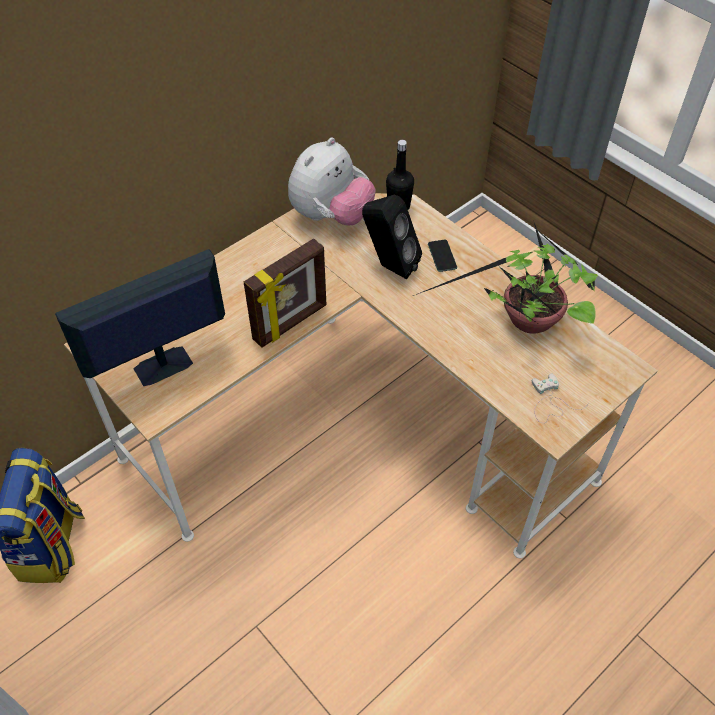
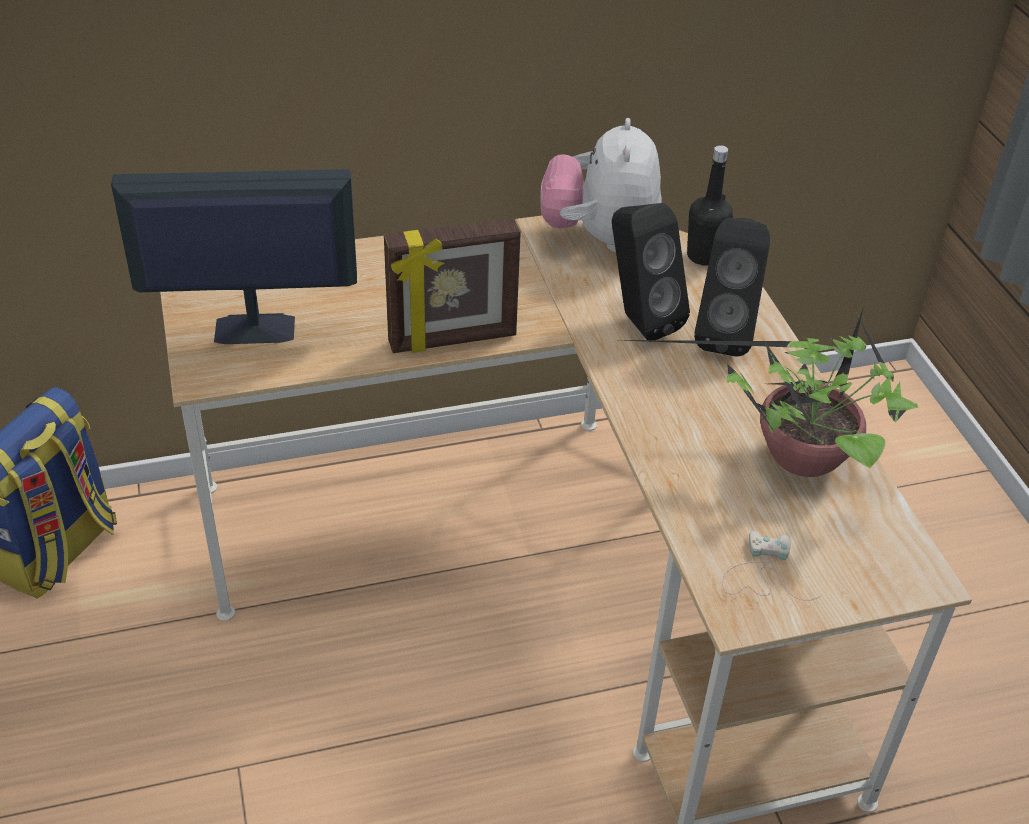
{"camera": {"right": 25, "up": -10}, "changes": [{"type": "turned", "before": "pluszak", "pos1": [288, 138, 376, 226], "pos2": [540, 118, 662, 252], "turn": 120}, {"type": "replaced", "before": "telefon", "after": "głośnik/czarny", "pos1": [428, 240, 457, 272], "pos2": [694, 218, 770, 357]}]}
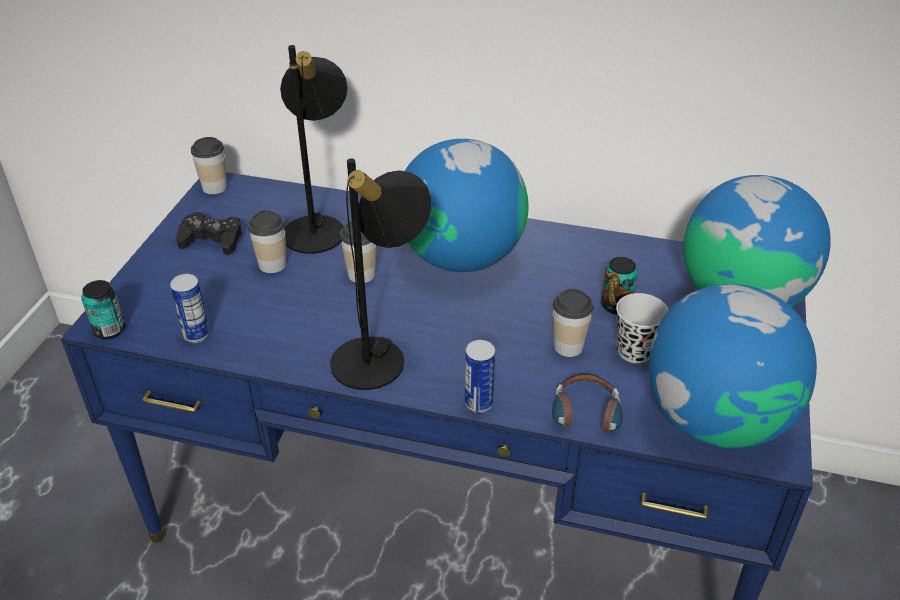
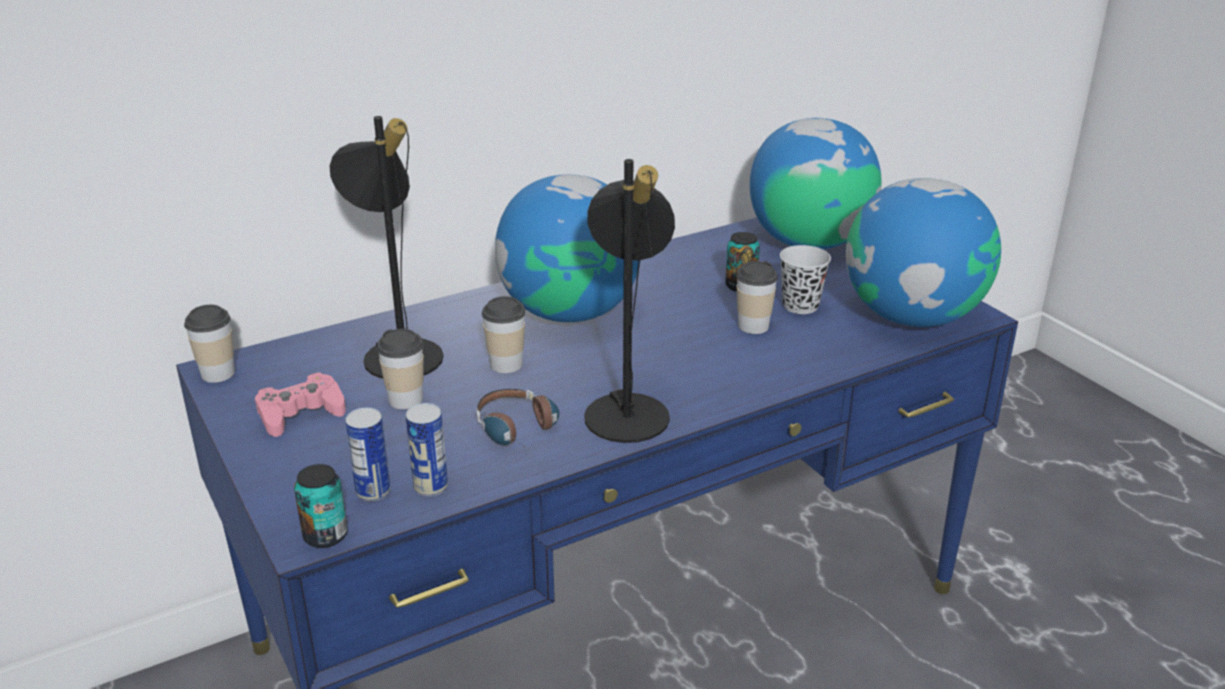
{"camera": {"right": -45, "up": -10}, "changes": [{"type": "recoloured", "before": "pad do gier/czarny", "after": "pad do gier/różowy", "pos1": [176, 212, 242, 255], "pos2": [255, 372, 346, 437]}, {"type": "moved", "before": "puszka", "pos1": [465, 340, 495, 413], "pos2": [345, 408, 390, 502]}, {"type": "moved", "before": "słuchawki", "pos1": [552, 374, 623, 448], "pos2": [477, 389, 559, 452]}]}
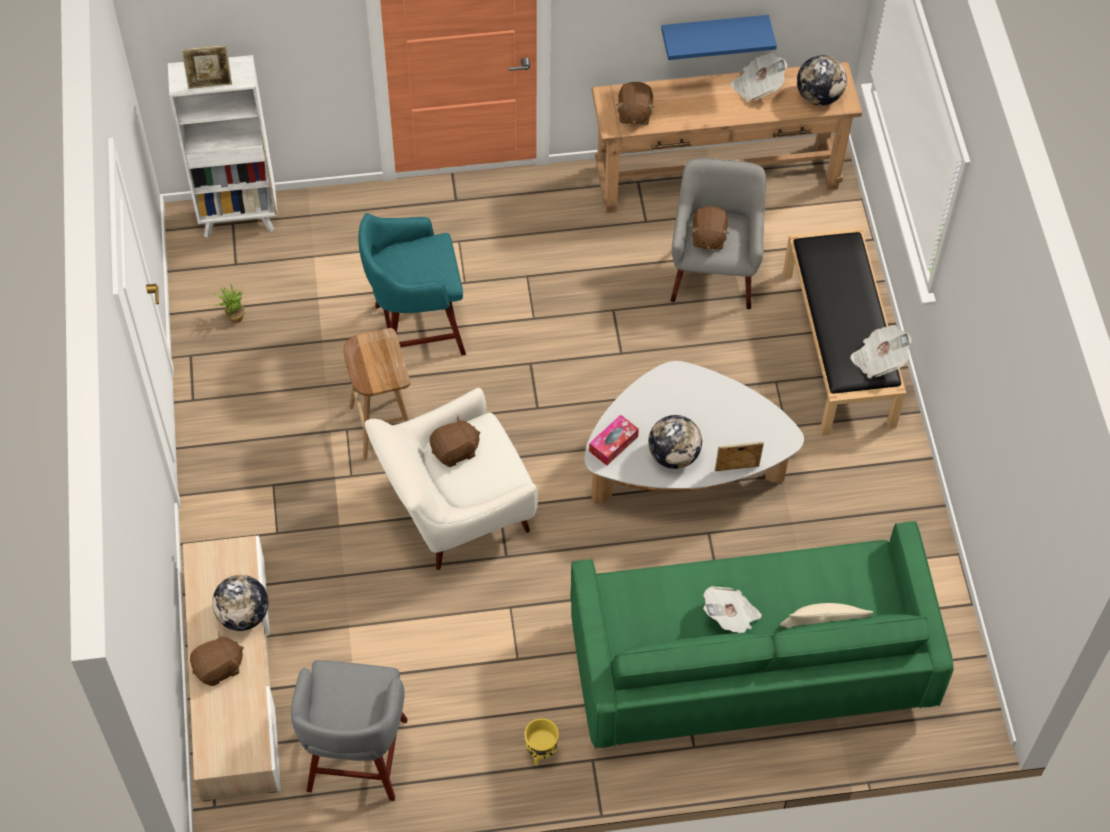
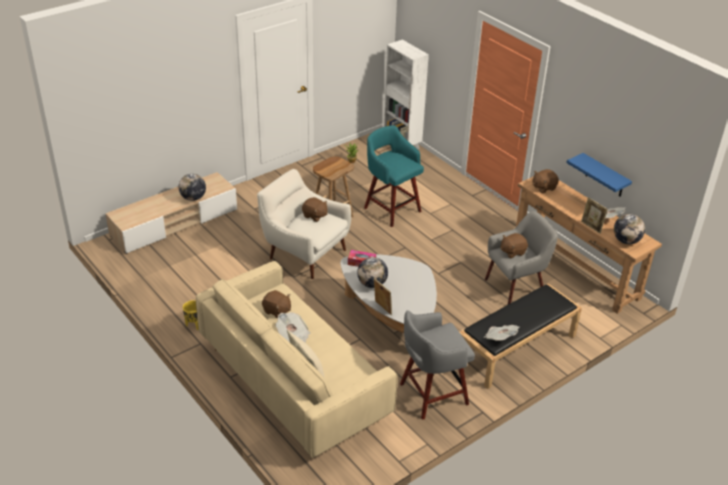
{"camera": {"right": 60, "up": -20}, "changes": [{"type": "moved", "before": "ramka na zdjęcie", "pos1": [182, 45, 232, 89], "pos2": [581, 197, 608, 234]}, {"type": "moved", "before": "pluszak/brązowy", "pos1": [190, 632, 244, 686], "pos2": [262, 290, 291, 318]}, {"type": "moved", "before": "stołek/szary", "pos1": [291, 660, 408, 801], "pos2": [400, 310, 475, 420]}, {"type": "recoloured", "before": "kanapa/zielony", "after": "kanapa/beżowy", "pos1": [571, 521, 954, 749], "pos2": [196, 261, 398, 458]}]}
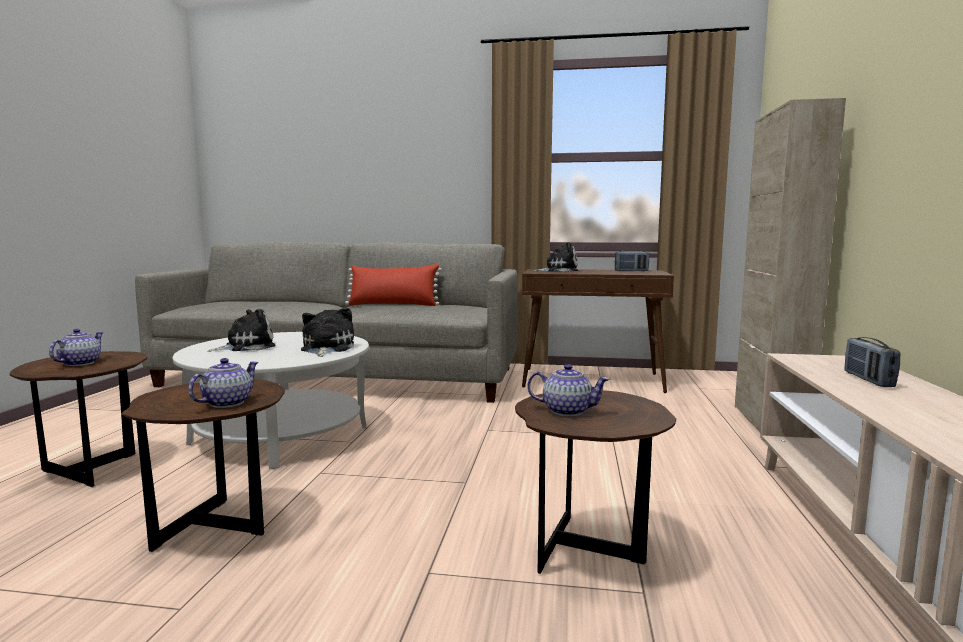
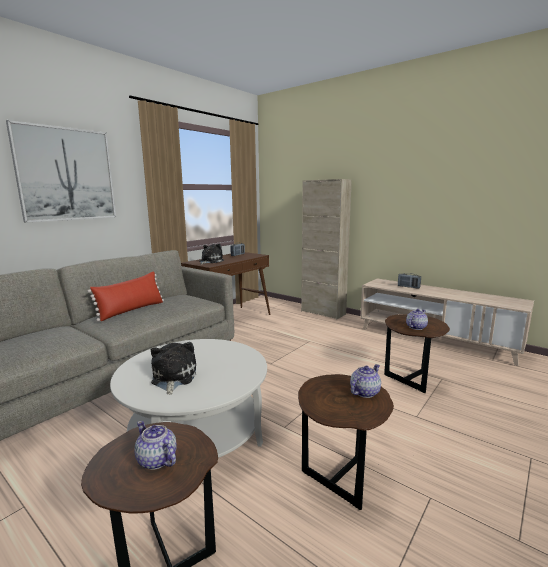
{"camera": {"right": -60, "up": 5}, "changes": [{"type": "turned", "before": "imbryk", "pos1": [188, 358, 259, 408], "pos2": [350, 364, 381, 398], "turn": 75}, {"type": "removed", "before": "pluszak", "pos1": [301, 308, 354, 357]}, {"type": "added", "after": "obraz", "pos2": [6, 120, 116, 223]}]}
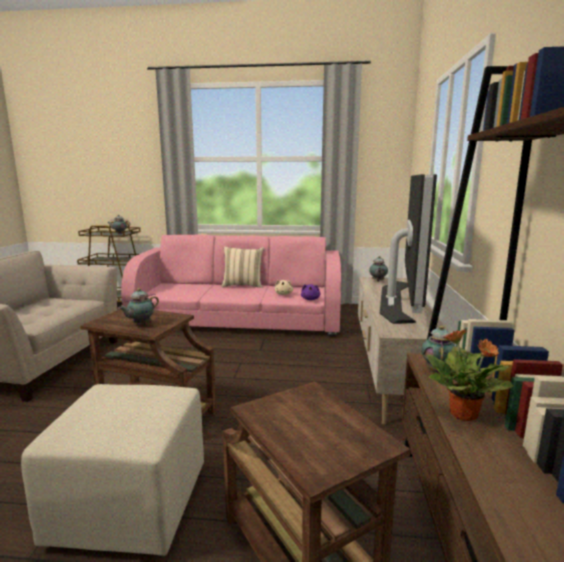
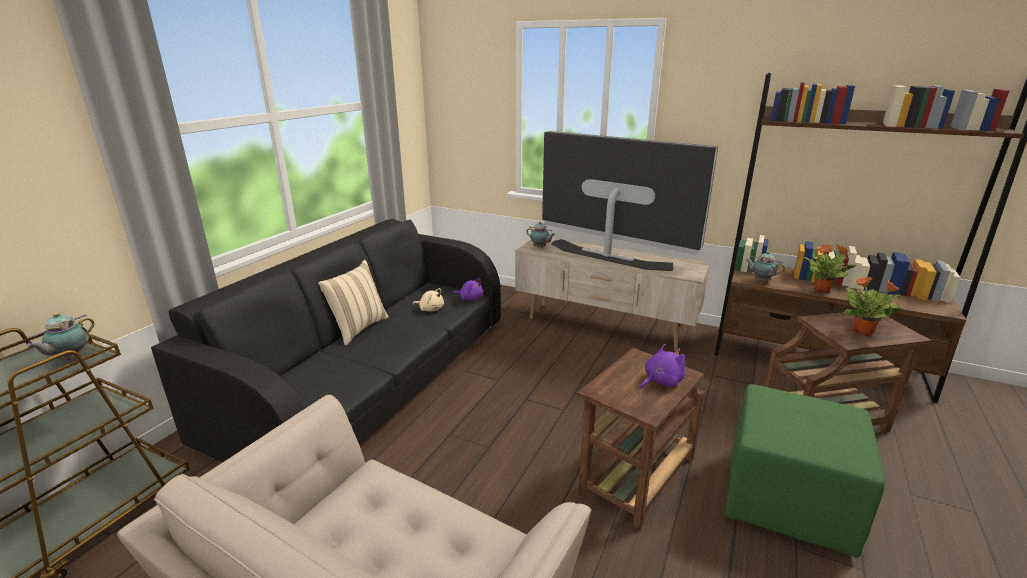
{"camera": {"right": -70, "up": 10}, "changes": [{"type": "recoloured", "before": "pufa/beżowy", "after": "pufa/zielony", "pos1": [21, 384, 204, 556], "pos2": [725, 384, 885, 558]}, {"type": "replaced", "before": "imbryk", "after": "pluszak/fioletowy", "pos1": [118, 288, 159, 325], "pos2": [639, 344, 685, 389]}, {"type": "recoloured", "before": "kanapa/różowy", "after": "kanapa/czarny", "pos1": [121, 235, 341, 337], "pos2": [151, 219, 501, 462]}, {"type": "added", "after": "roślina doniczkowa", "pos2": [844, 276, 902, 336]}]}
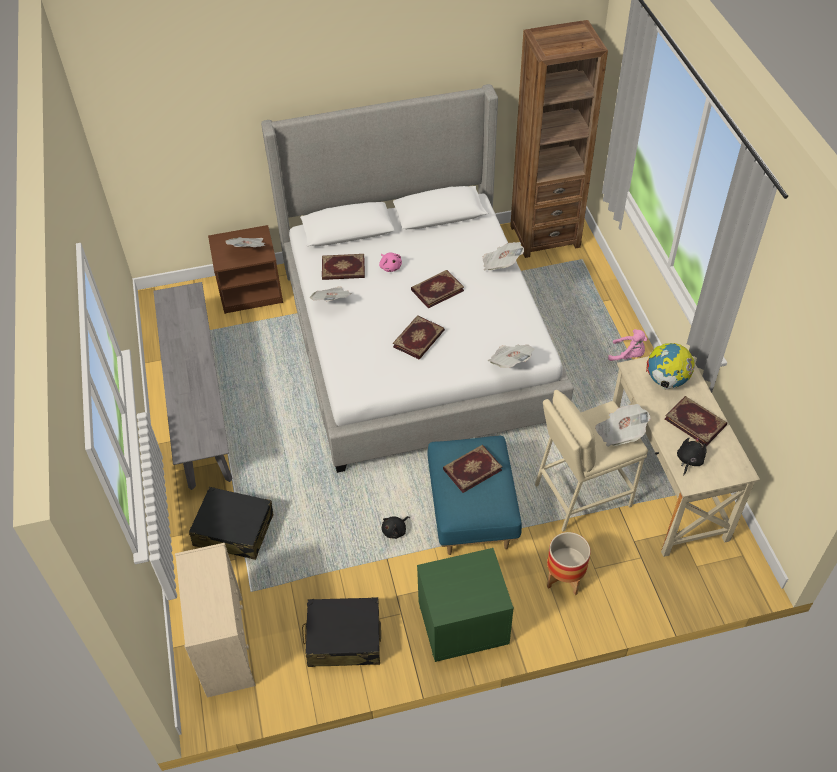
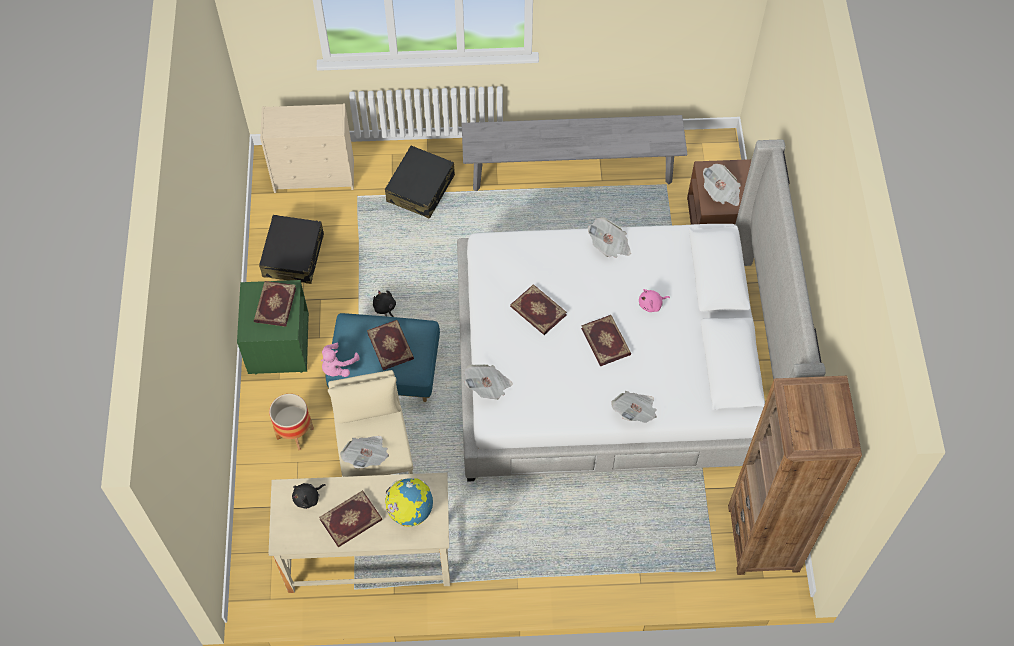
{"camera": {"right": 100, "up": 10}, "changes": [{"type": "moved", "before": "książka", "pos1": [322, 254, 365, 280], "pos2": [254, 281, 296, 327]}, {"type": "moved", "before": "pluszak/różowy", "pos1": [608, 329, 647, 361], "pos2": [321, 343, 360, 377]}, {"type": "turned", "before": "pluszak/czarny", "pos1": [677, 438, 706, 476], "pos2": [292, 483, 326, 509], "turn": 105}]}
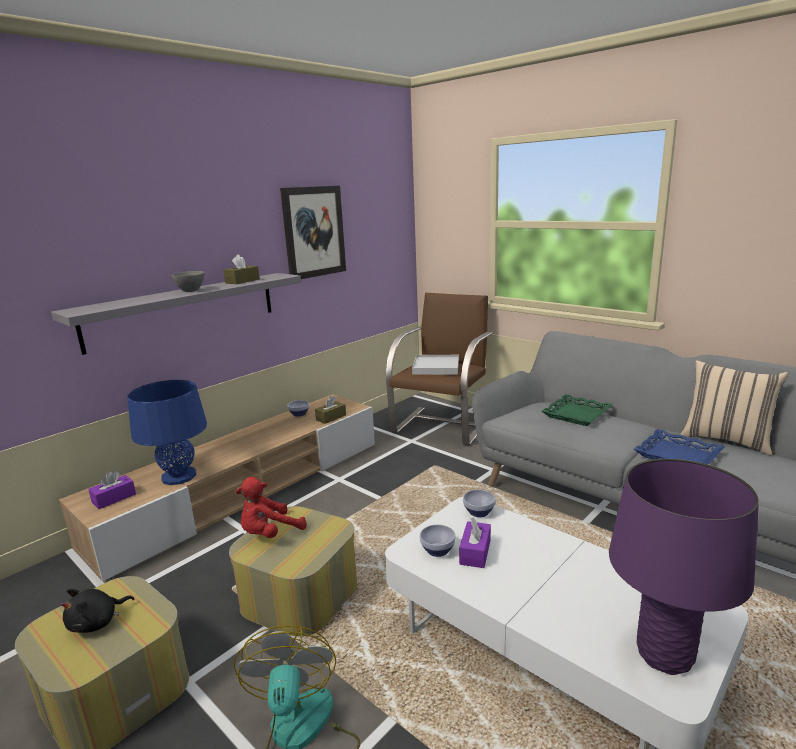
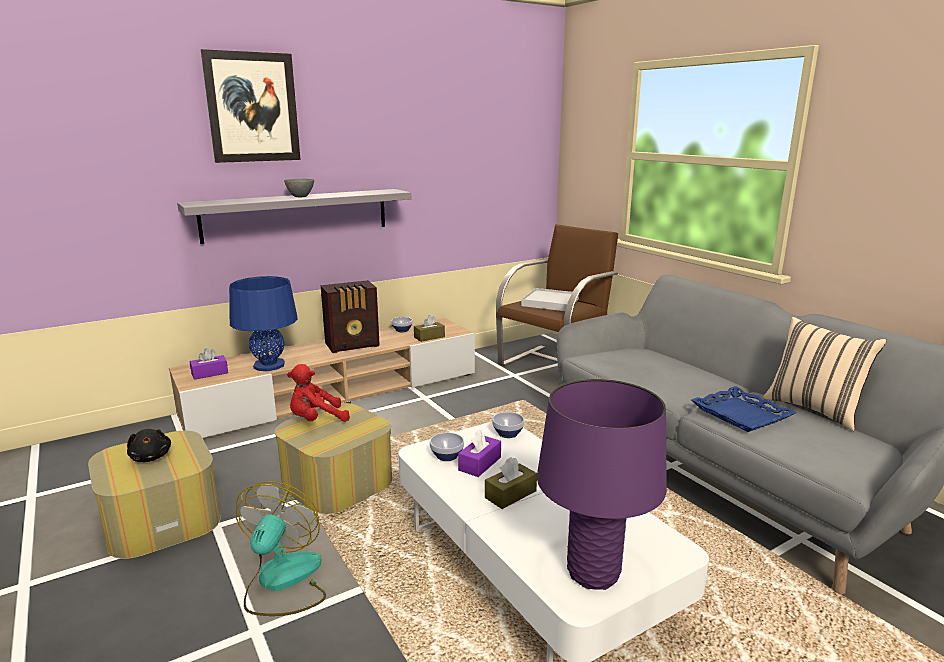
{"camera": {"right": 15, "up": 0}, "changes": [{"type": "turned", "before": "pluszak/czarny", "pos1": [61, 589, 134, 633], "pos2": [127, 429, 171, 462], "turn": -90}, {"type": "moved", "before": "pudełko chusteczek/brązowy", "pos1": [223, 254, 260, 284], "pos2": [485, 457, 537, 509]}, {"type": "moved", "before": "obraz", "pos1": [280, 186, 346, 279], "pos2": [201, 49, 301, 163]}, {"type": "removed", "before": "taca/zielony", "pos1": [542, 394, 613, 426]}, {"type": "added", "after": "radio", "pos2": [321, 280, 380, 353]}]}
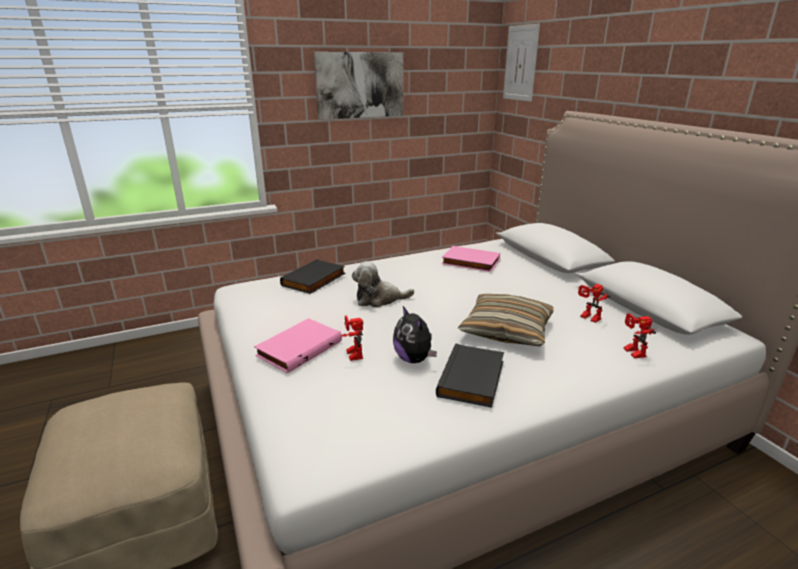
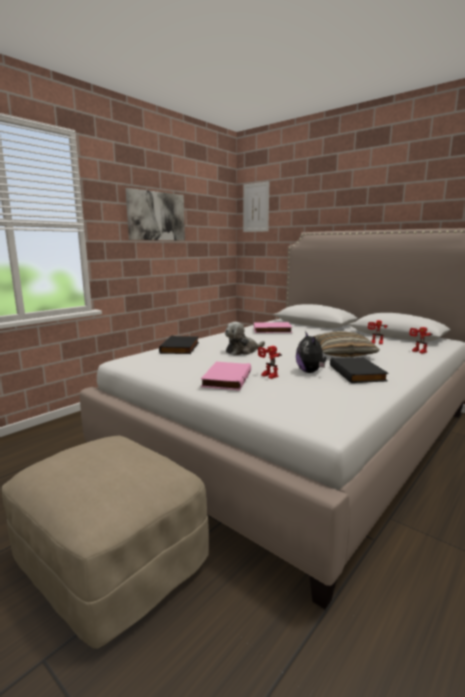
{"camera": {"right": -25, "up": -10}, "changes": [{"type": "turned", "before": "pluszak", "pos1": [393, 306, 437, 363], "pos2": [296, 331, 326, 373], "turn": 45}]}
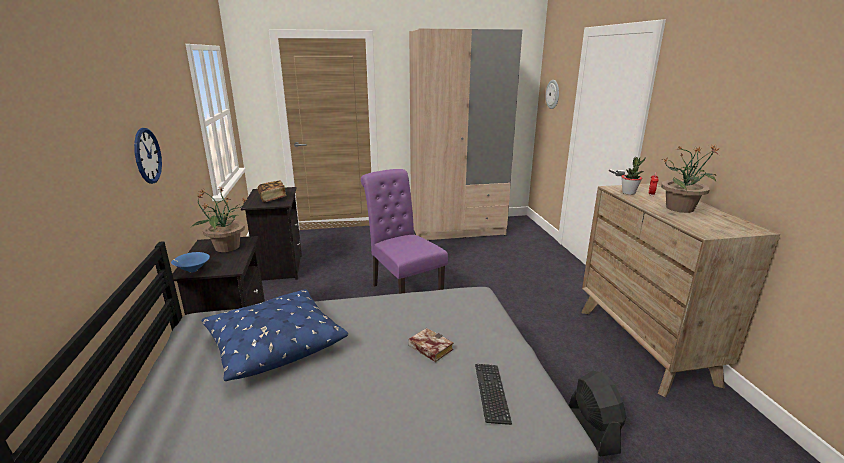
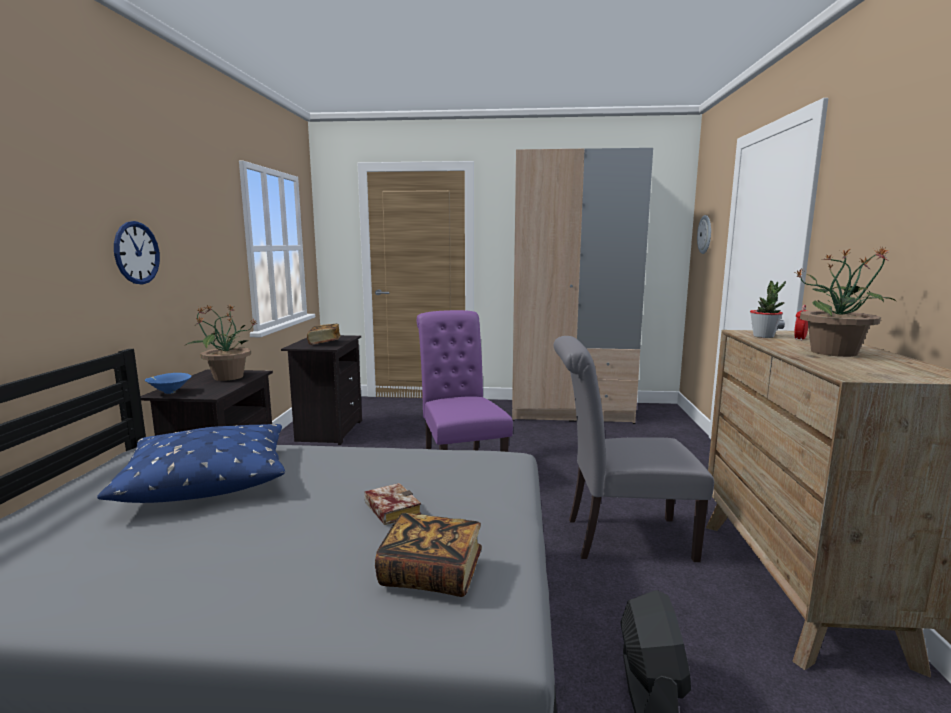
{"camera": {"right": 15, "up": -10}, "changes": [{"type": "replaced", "before": "klawiatura", "after": "książka", "pos1": [475, 364, 512, 425], "pos2": [375, 513, 482, 597]}, {"type": "added", "after": "krzesło/szary", "pos2": [554, 336, 714, 562]}]}
